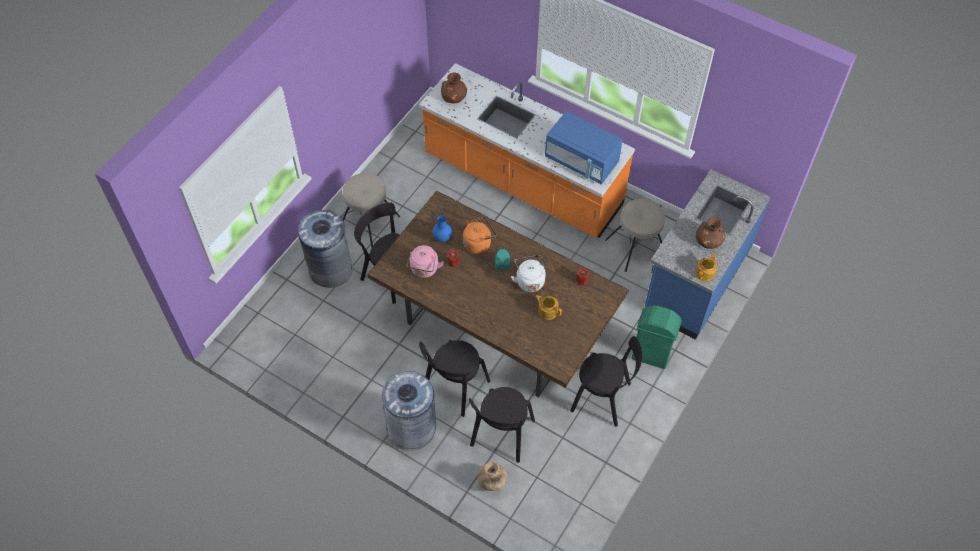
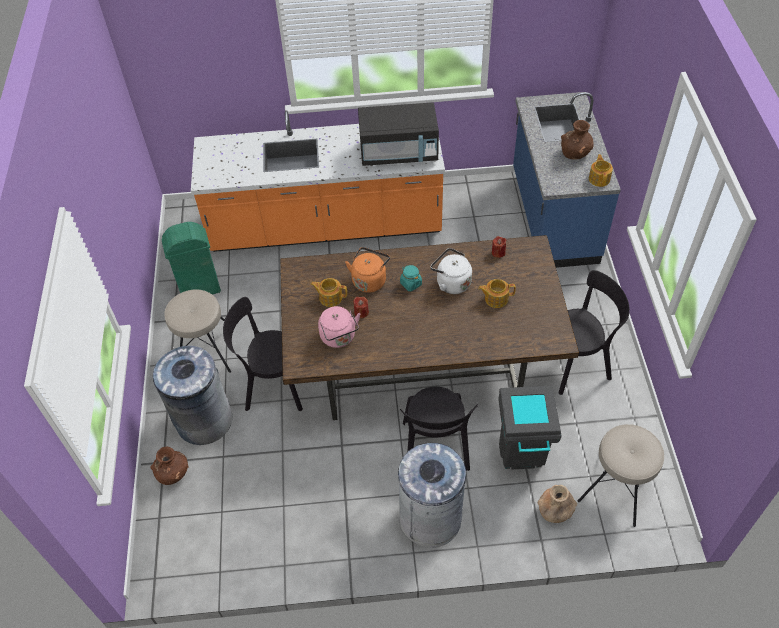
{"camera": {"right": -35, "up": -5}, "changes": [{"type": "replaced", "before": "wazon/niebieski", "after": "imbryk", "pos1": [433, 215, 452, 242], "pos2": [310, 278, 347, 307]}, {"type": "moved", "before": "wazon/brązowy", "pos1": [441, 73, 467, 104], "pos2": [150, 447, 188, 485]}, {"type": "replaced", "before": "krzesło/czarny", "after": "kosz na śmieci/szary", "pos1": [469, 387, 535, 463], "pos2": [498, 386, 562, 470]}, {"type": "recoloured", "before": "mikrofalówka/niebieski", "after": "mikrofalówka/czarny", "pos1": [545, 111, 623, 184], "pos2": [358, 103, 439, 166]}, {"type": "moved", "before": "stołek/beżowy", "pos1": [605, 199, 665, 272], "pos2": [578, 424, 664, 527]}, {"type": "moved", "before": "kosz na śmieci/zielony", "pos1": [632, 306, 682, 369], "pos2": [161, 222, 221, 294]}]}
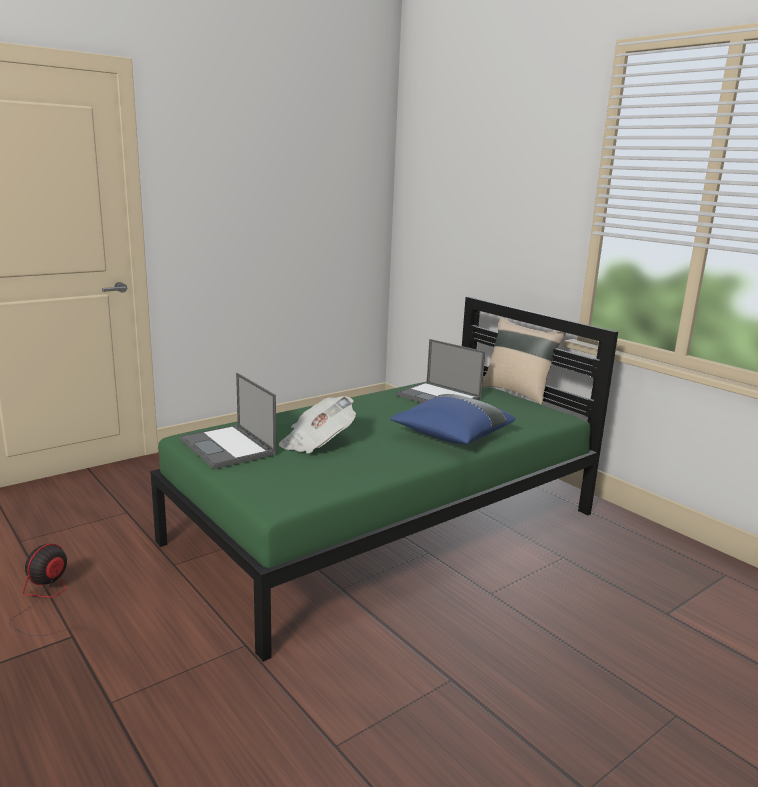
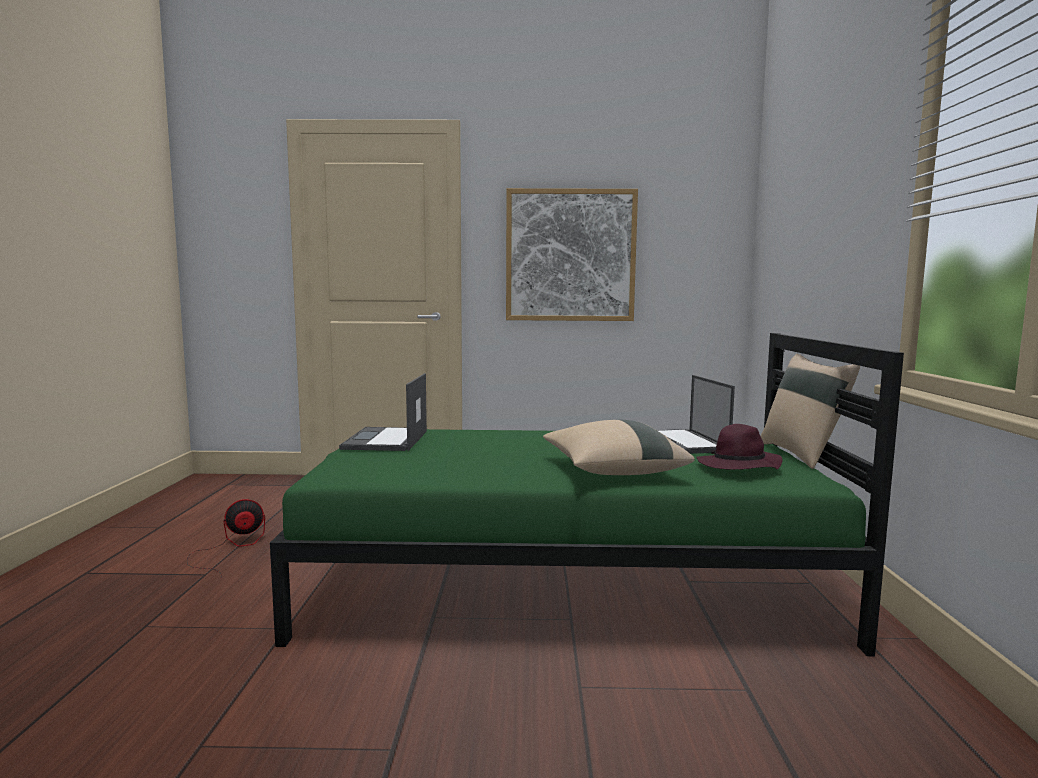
{"camera": {"right": 40, "up": -10}, "changes": [{"type": "removed", "before": "gazeta", "pos1": [279, 396, 356, 453]}, {"type": "recoloured", "before": "poduszka/niebieski", "after": "poduszka/beżowy", "pos1": [390, 394, 515, 444], "pos2": [543, 420, 695, 475]}, {"type": "added", "after": "obraz", "pos2": [506, 188, 638, 321]}, {"type": "added", "after": "kapelusz/fioletowy", "pos2": [696, 424, 782, 470]}]}
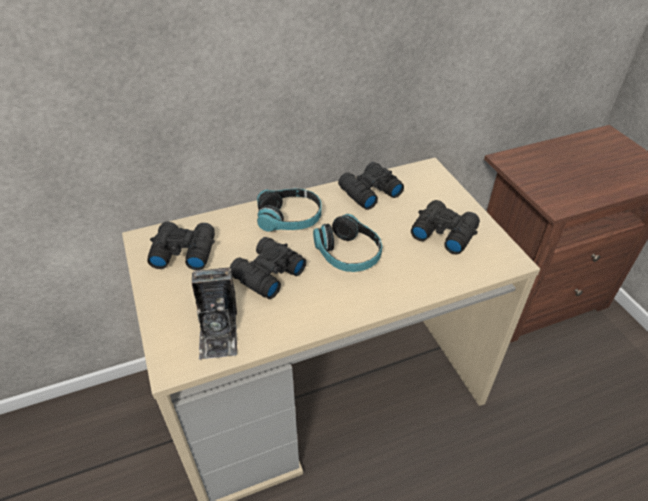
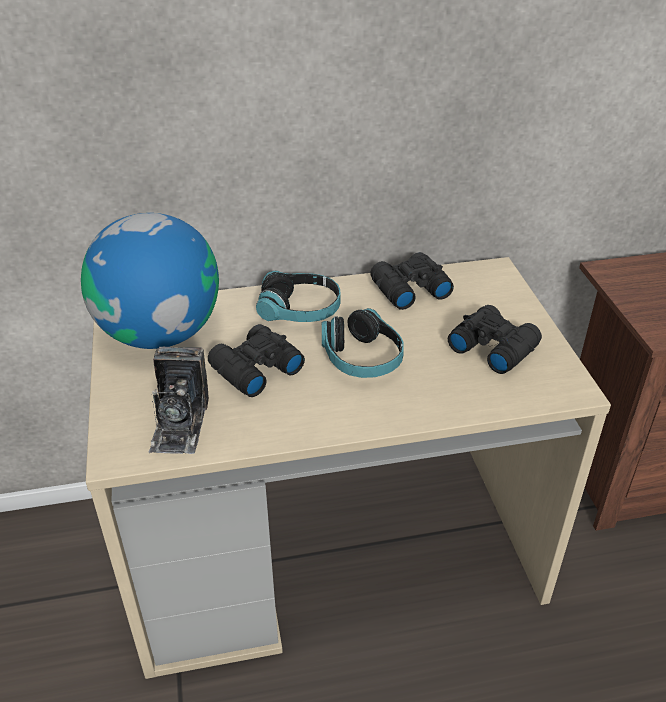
{"camera": {"right": 10, "up": -5}, "changes": [{"type": "replaced", "before": "lornetka/czarny", "after": "globus", "pos1": [147, 222, 215, 270], "pos2": [81, 213, 219, 349]}]}
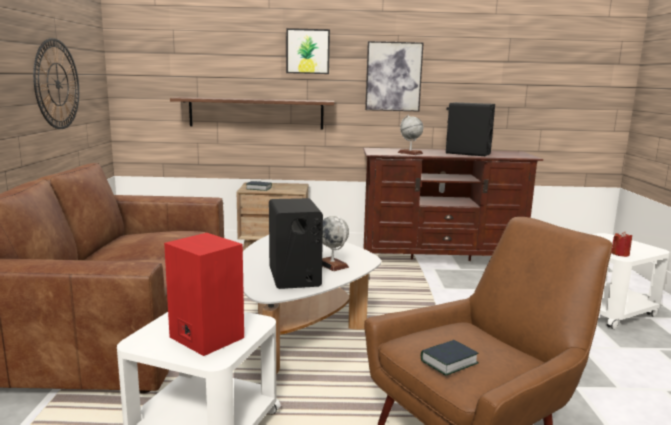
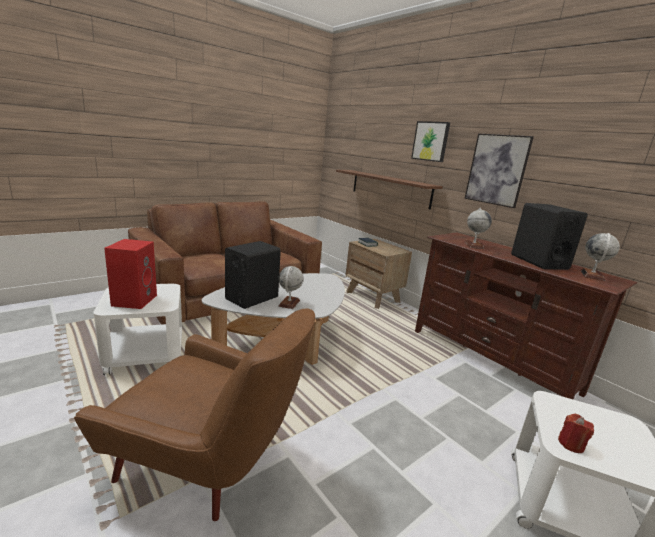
{"camera": {"right": 50, "up": 5}, "changes": [{"type": "removed", "before": "zegar ścienny", "pos1": [33, 38, 79, 129]}, {"type": "removed", "before": "książka", "pos1": [421, 340, 478, 375]}, {"type": "added", "after": "globus", "pos2": [580, 233, 620, 281]}]}
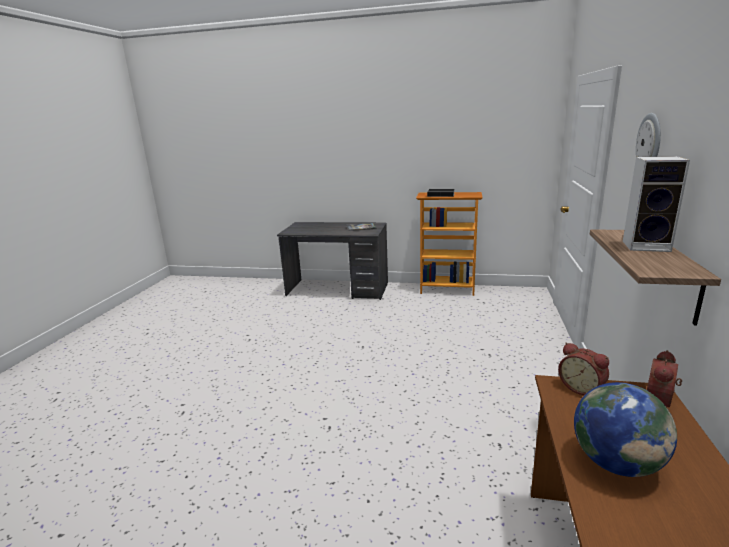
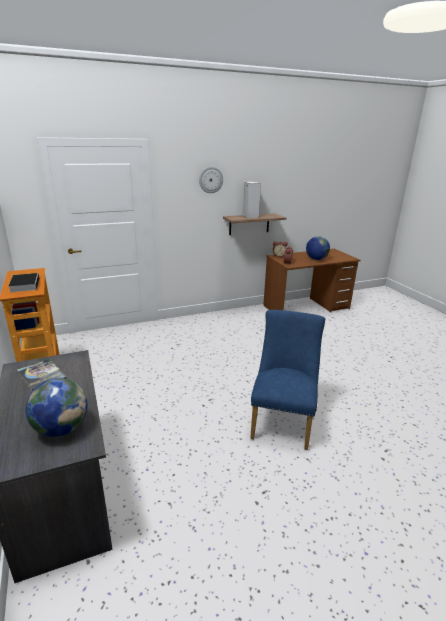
{"camera": {"right": -125, "up": 5}, "changes": [{"type": "added", "after": "globus", "pos2": [26, 378, 87, 437]}, {"type": "added", "after": "krzesło/niebieski", "pos2": [250, 310, 325, 450]}]}
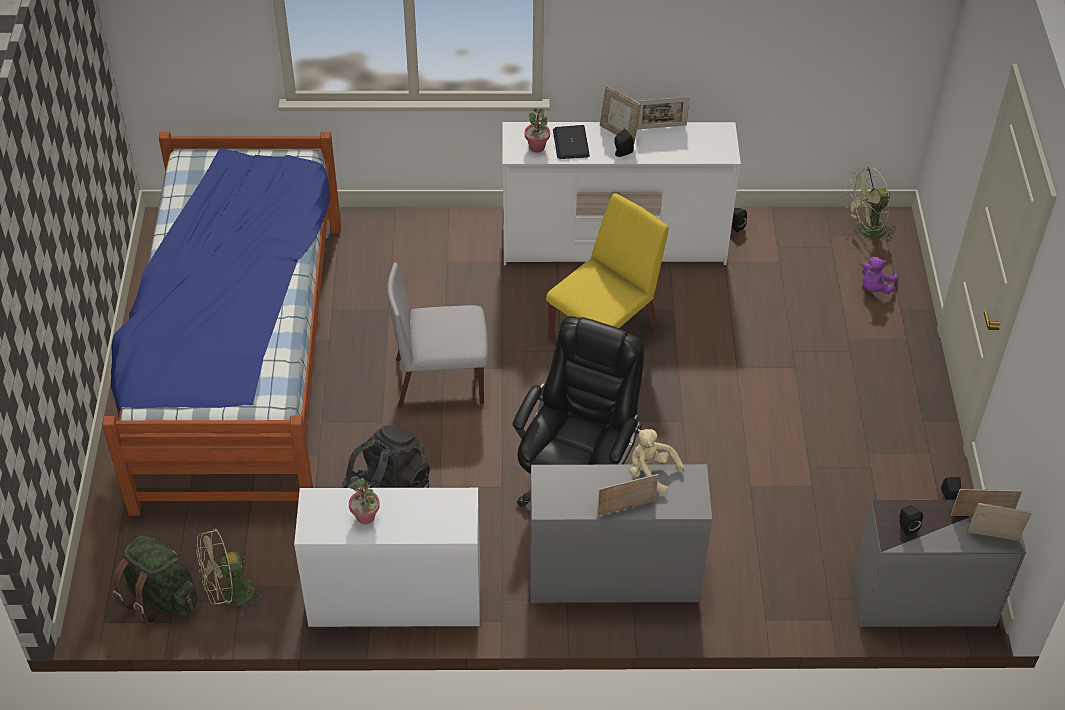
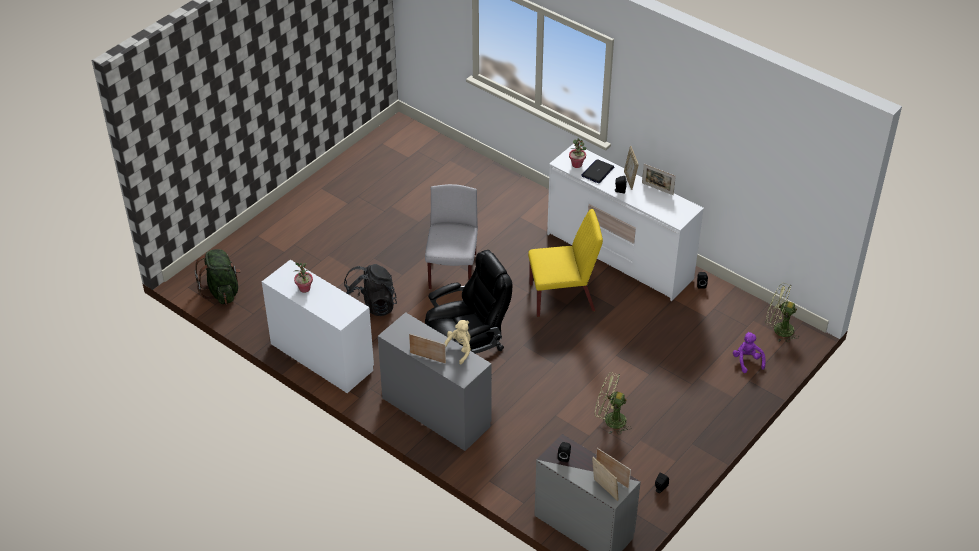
{"camera": {"right": 40, "up": -5}, "changes": [{"type": "removed", "before": "łóżko", "pos1": [102, 132, 341, 516]}, {"type": "moved", "before": "wentylator/zielony", "pos1": [197, 528, 266, 616], "pos2": [595, 372, 632, 435]}, {"type": "turned", "before": "krzesło/szary", "pos1": [387, 262, 488, 409], "pos2": [425, 184, 478, 289], "turn": 60}, {"type": "turned", "before": "pluszak/beżowy", "pos1": [629, 429, 684, 494], "pos2": [444, 320, 471, 365], "turn": 45}, {"type": "turned", "before": "pluszak/fioletowy", "pos1": [862, 257, 898, 294], "pos2": [733, 332, 766, 373], "turn": 90}]}
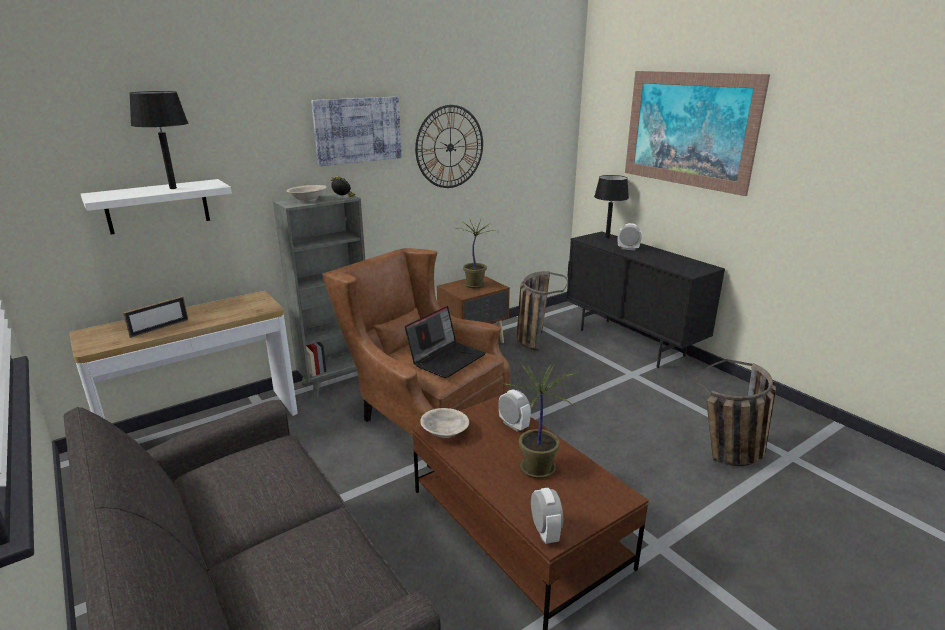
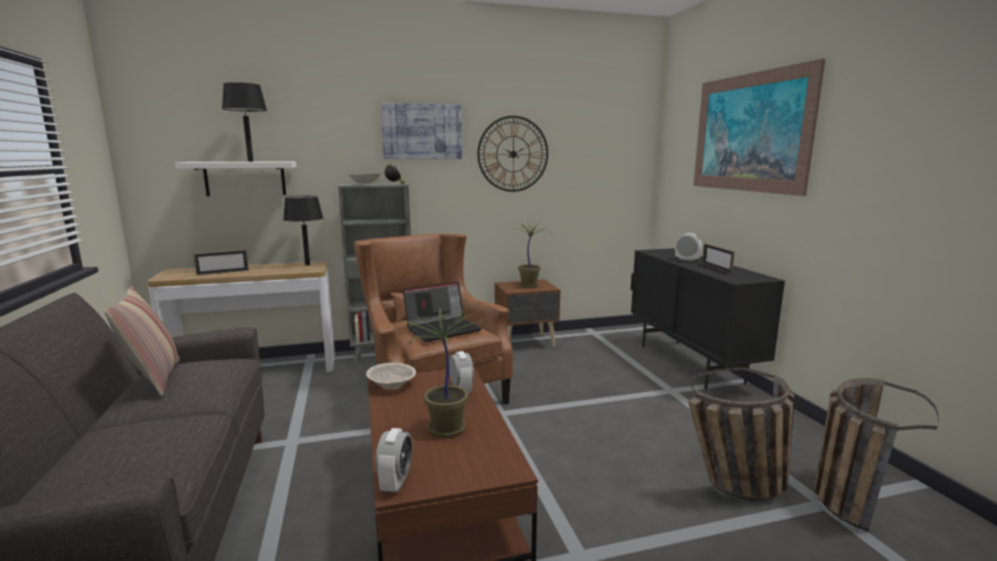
{"camera": {"right": 20, "up": -10}, "changes": [{"type": "moved", "before": "koszyk", "pos1": [517, 271, 568, 351], "pos2": [814, 378, 939, 532]}, {"type": "moved", "before": "lampa stołowa/czarny", "pos1": [594, 175, 629, 238], "pos2": [283, 196, 323, 265]}, {"type": "added", "after": "poduszka", "pos2": [104, 285, 180, 396]}, {"type": "added", "after": "ramka na zdjęcie", "pos2": [702, 243, 735, 274]}]}
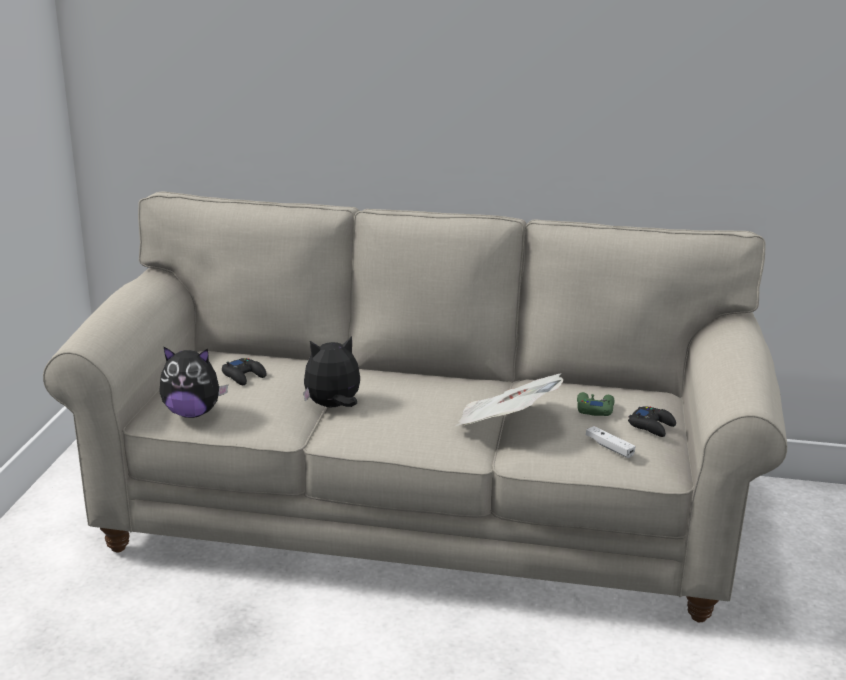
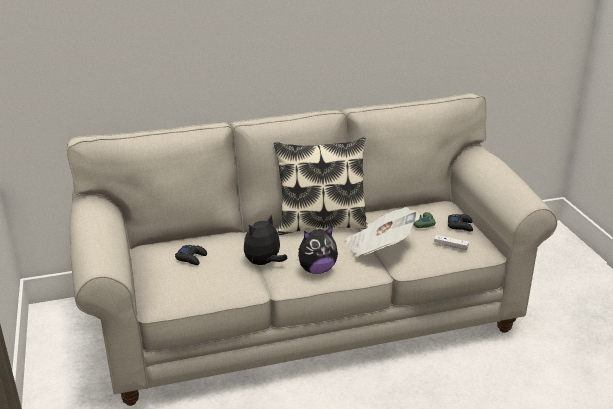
{"camera": {"right": -25, "up": 5}, "changes": [{"type": "moved", "before": "pluszak", "pos1": [159, 346, 228, 418], "pos2": [298, 226, 338, 274]}, {"type": "added", "after": "poduszka", "pos2": [274, 137, 368, 235]}]}
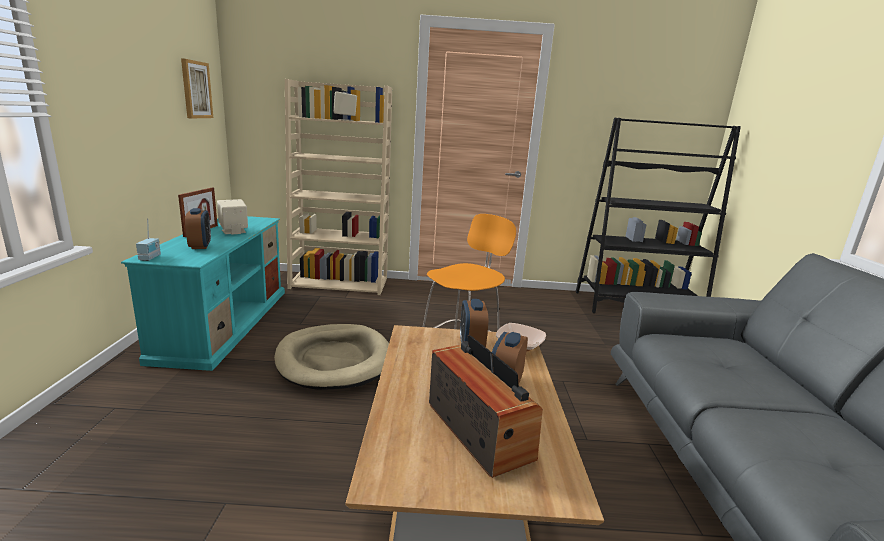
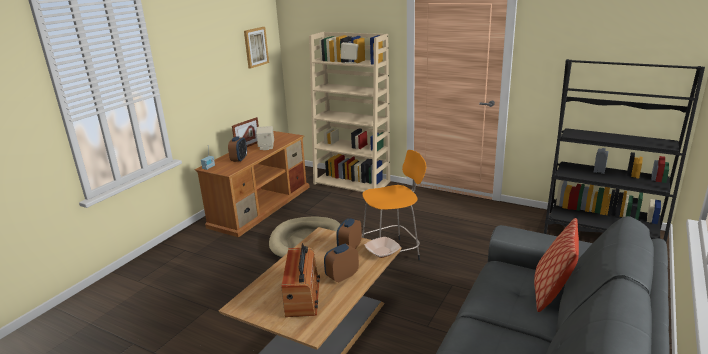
{"camera": {"right": 30, "up": 5}, "changes": [{"type": "recoloured", "before": "szafka pod telewizor/turkusowy", "after": "szafka pod telewizor/brązowy", "pos1": [121, 216, 285, 371], "pos2": [195, 131, 310, 237]}, {"type": "added", "after": "poduszka", "pos2": [534, 218, 579, 312]}]}
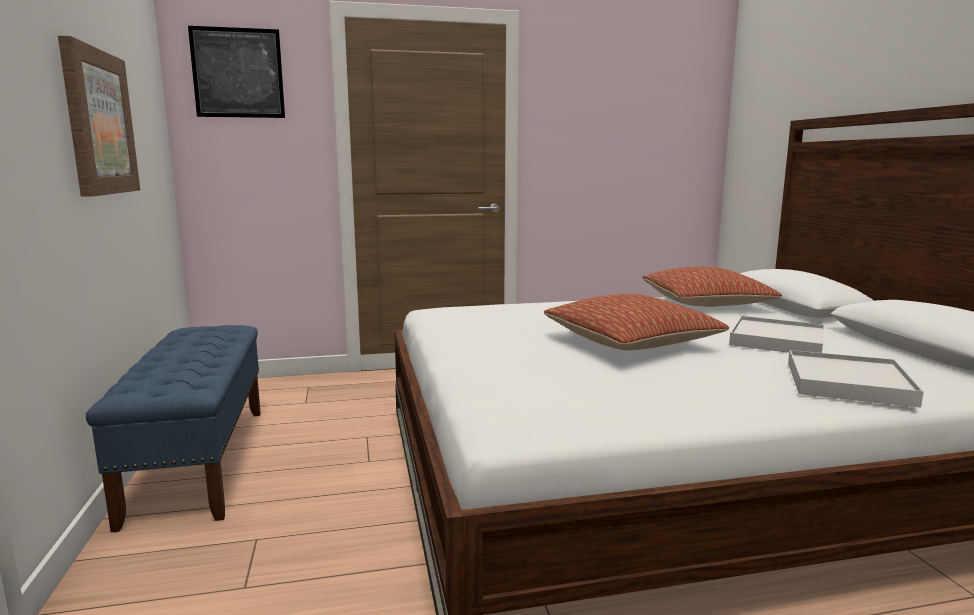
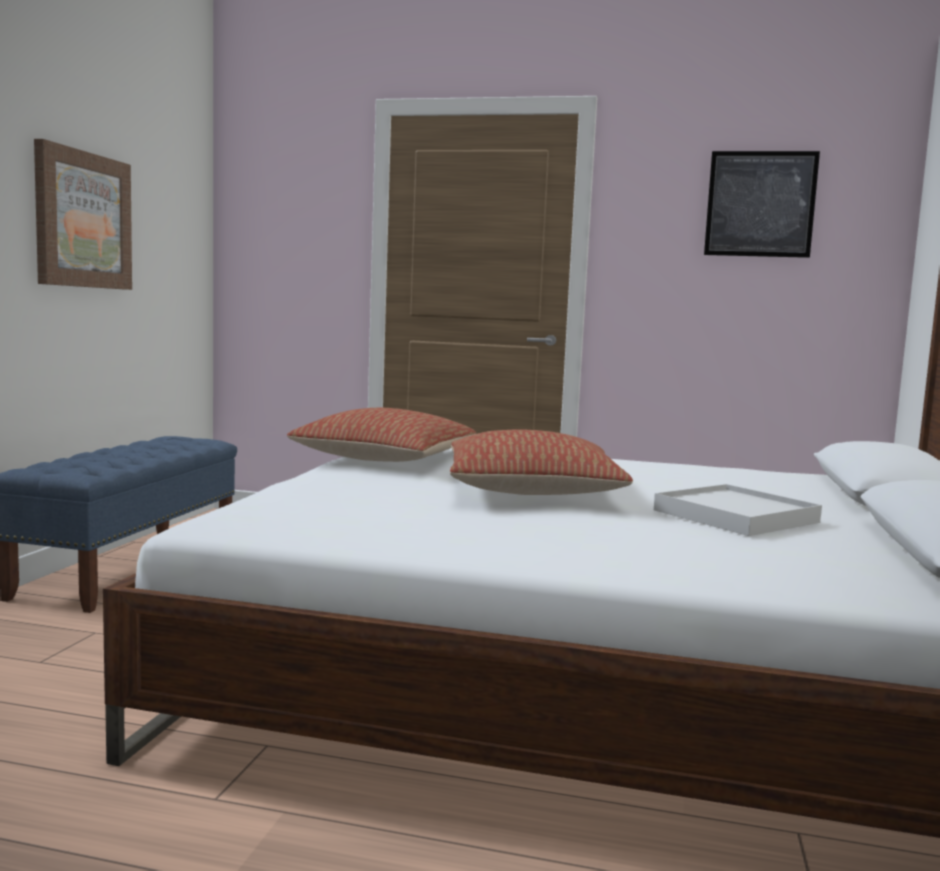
{"camera": {"right": 25, "up": -5}, "changes": [{"type": "moved", "before": "obraz", "pos1": [188, 26, 285, 118], "pos2": [704, 151, 820, 258]}, {"type": "moved", "before": "poduszka", "pos1": [642, 267, 782, 307], "pos2": [287, 408, 476, 462]}, {"type": "removed", "before": "taca/biały", "pos1": [788, 350, 924, 408]}]}
